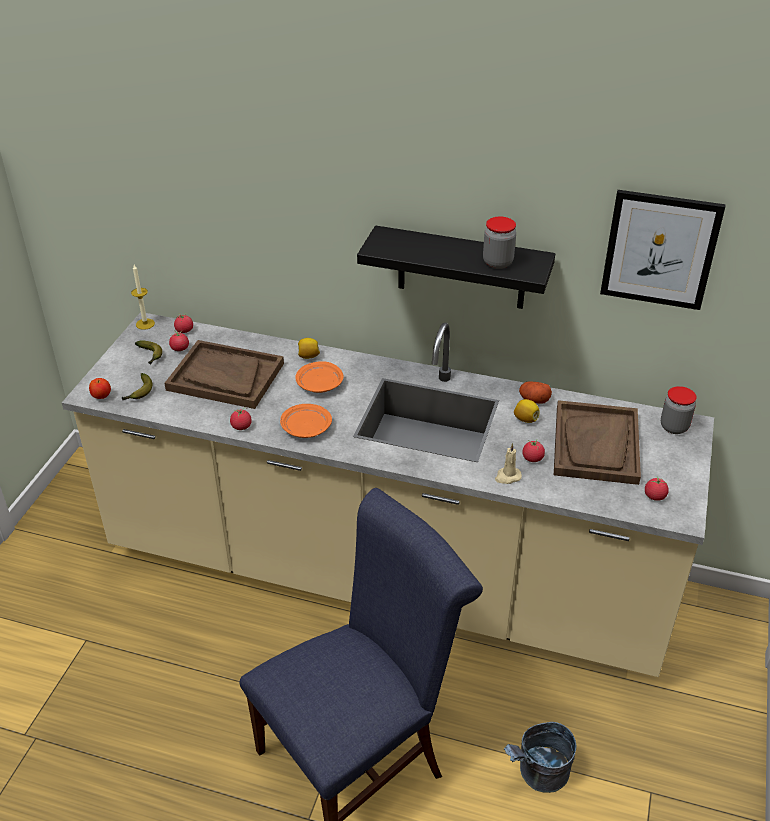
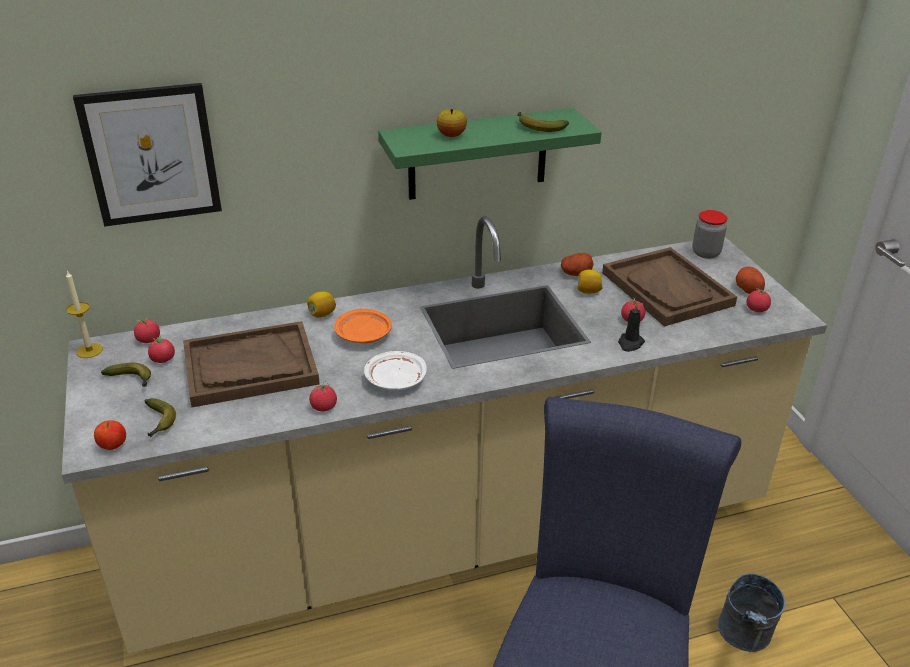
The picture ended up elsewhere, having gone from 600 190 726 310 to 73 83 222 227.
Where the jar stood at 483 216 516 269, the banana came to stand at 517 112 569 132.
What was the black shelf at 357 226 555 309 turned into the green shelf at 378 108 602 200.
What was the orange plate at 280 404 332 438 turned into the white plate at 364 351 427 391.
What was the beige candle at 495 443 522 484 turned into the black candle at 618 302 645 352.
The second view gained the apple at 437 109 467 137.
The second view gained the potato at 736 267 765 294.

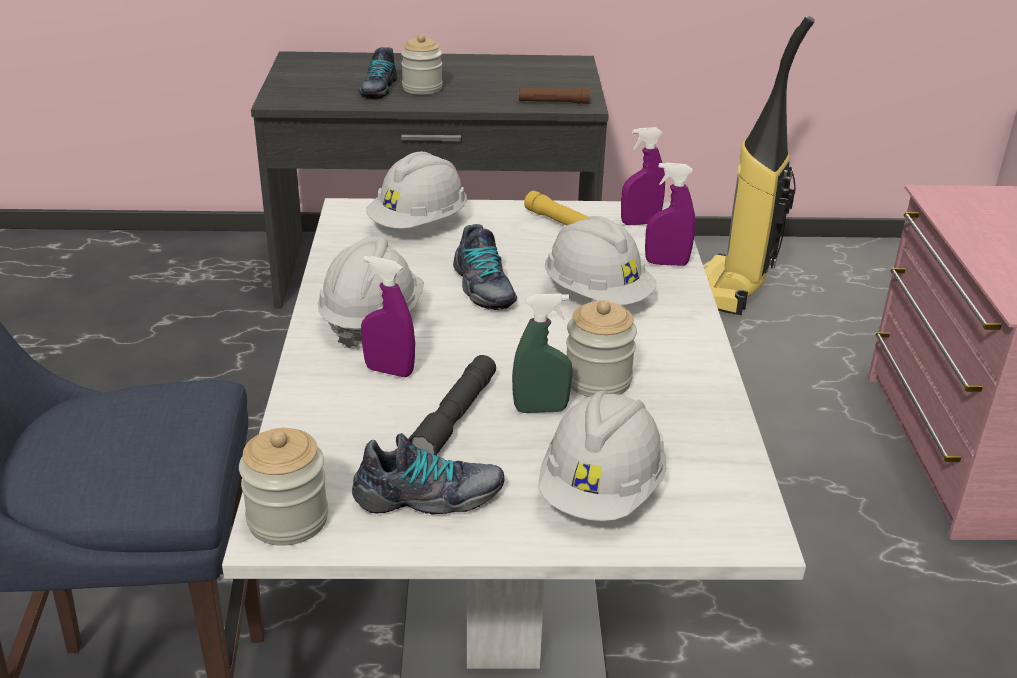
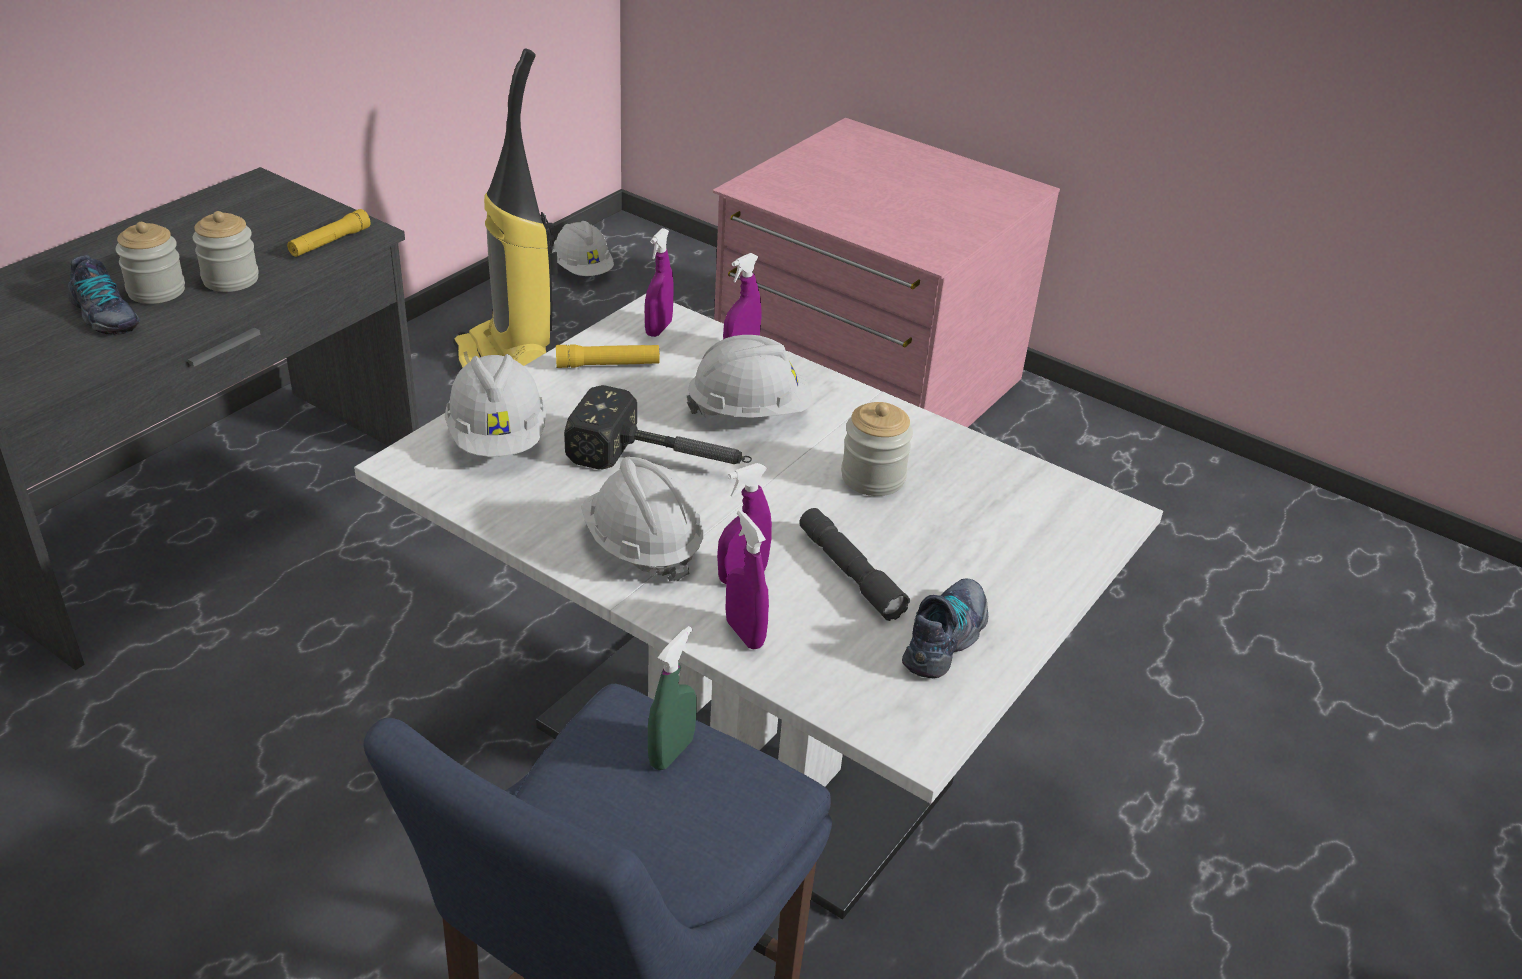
What was the brown flashlight at 518 87 590 104 turned into the yellow flashlight at 287 209 370 257.
Where the shoe stood at 453 224 517 310, the hammer came to stand at 564 385 752 470.
The green spray bottle ended up elsewhere, having gone from 512 293 573 413 to 648 626 697 770.
The white hard hat ended up elsewhere, having gone from 538 390 666 521 to 552 221 614 276.
The jar ended up elsewhere, having gone from 239 428 328 546 to 193 211 259 292.
The second view gained the purple spray bottle at 725 510 769 649.

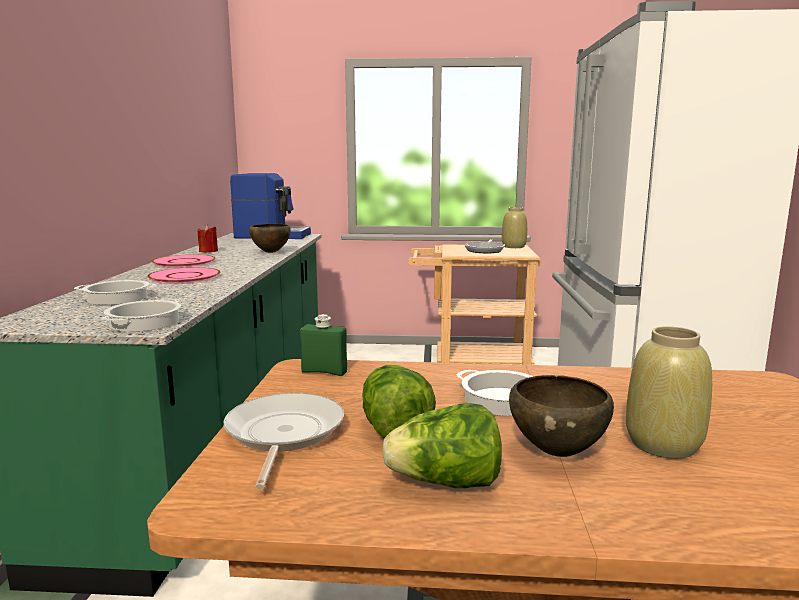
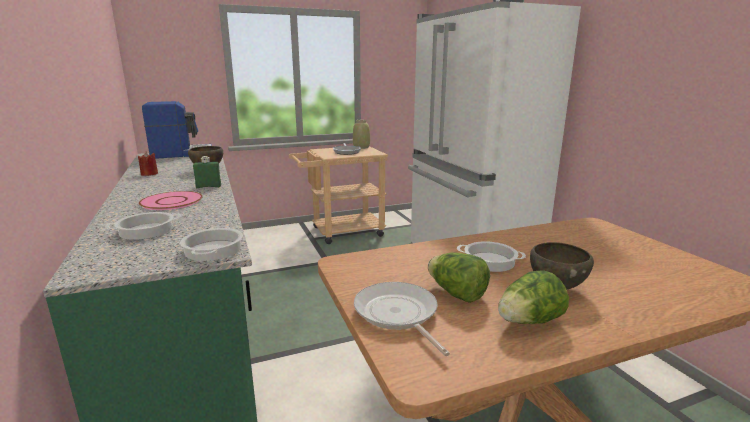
The second view lost the pink plate at 152 255 215 267.
The green bottle ended up elsewhere, having gone from 300 314 347 376 to 193 156 221 188.
The second view lost the beige vase at 626 326 712 459.

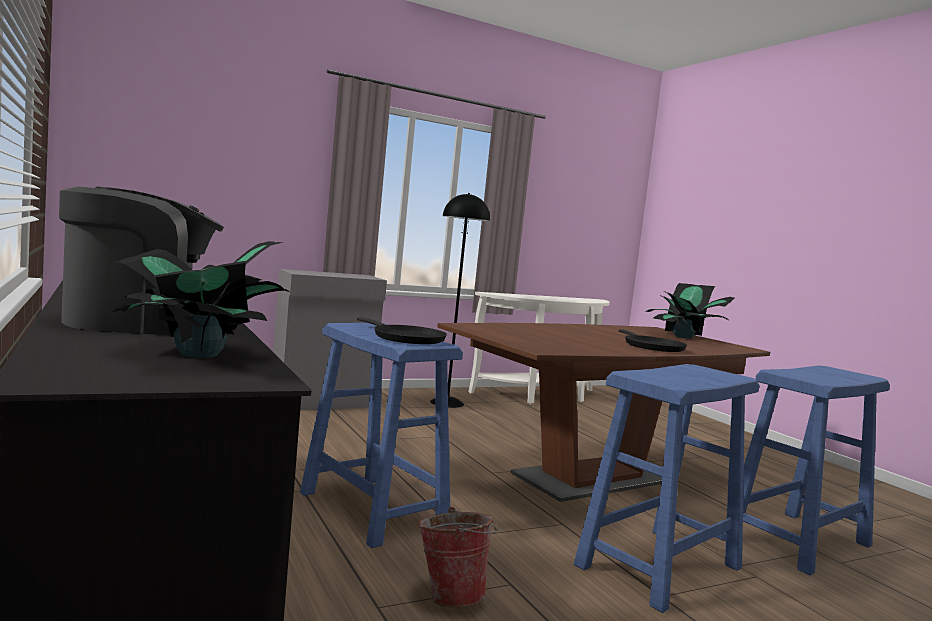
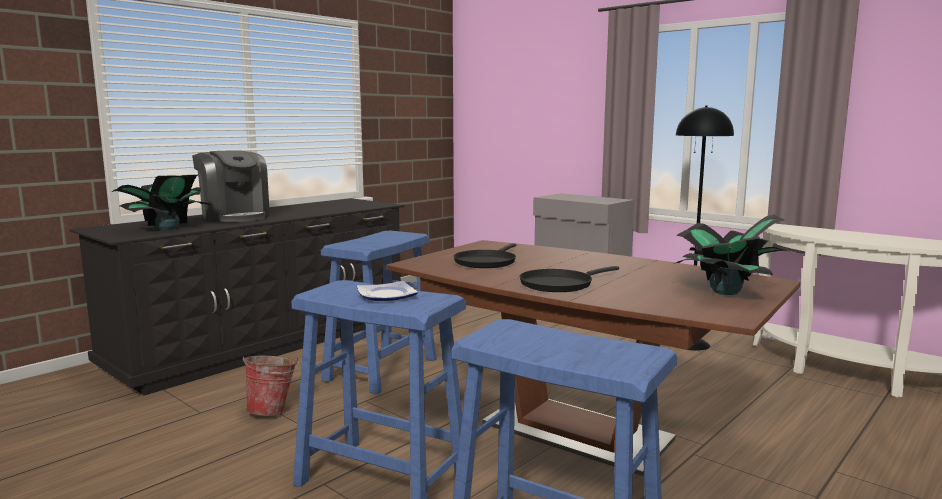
The black frying pan ended up elsewhere, having gone from 357 317 447 344 to 454 243 516 268.
The second view gained the plate at 357 281 418 301.

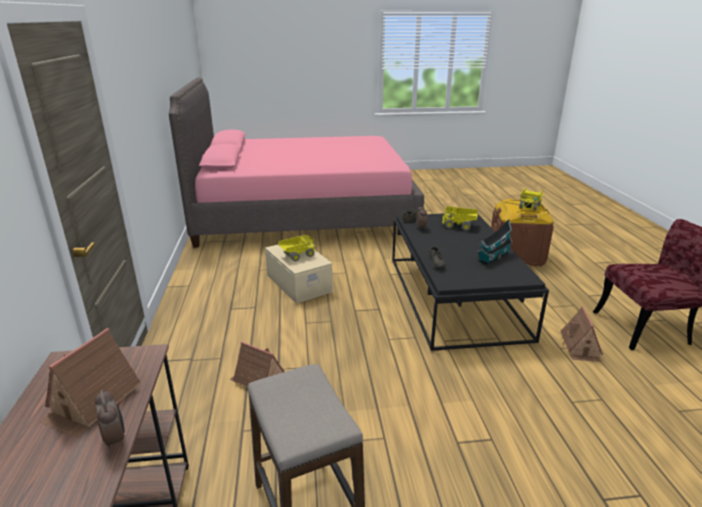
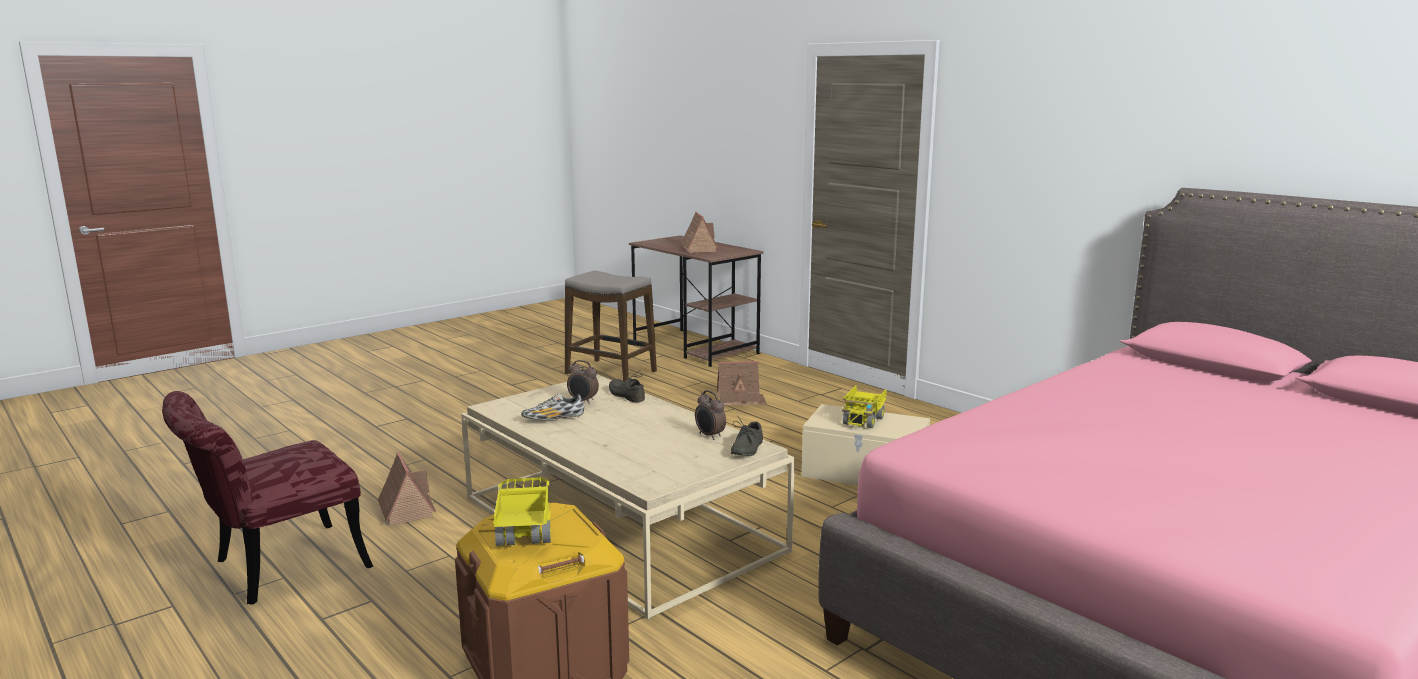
The second view lost the toy truck at 442 206 478 231.
What was the black coffee table at 392 213 549 351 turned into the beige coffee table at 461 374 795 619.
Where the toy house stood at 478 219 513 265, the shoe came to stand at 521 393 584 420.
The alarm clock ended up elsewhere, having gone from 95 389 125 449 to 567 360 599 404.

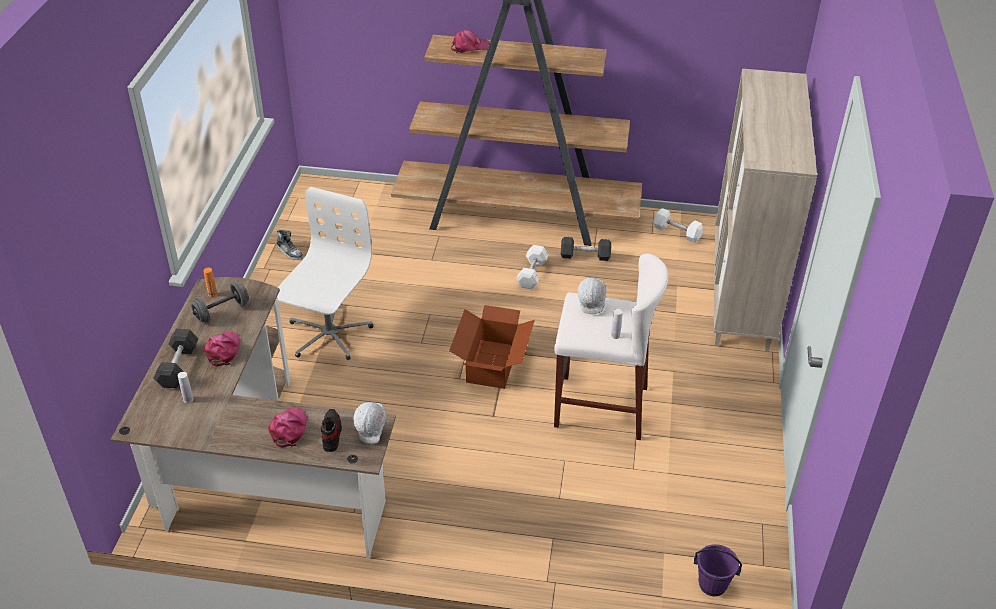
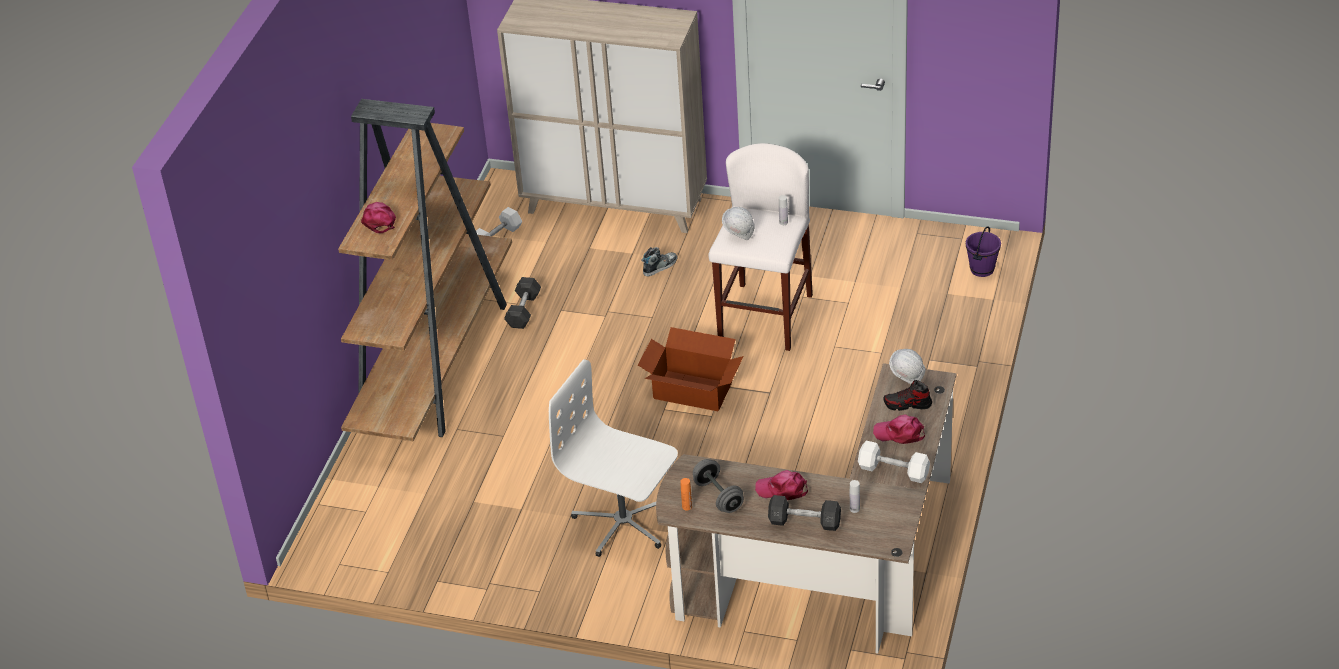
The shoe ended up elsewhere, having gone from 277 230 303 260 to 641 247 677 276.
The white dumbbell ended up elsewhere, having gone from 516 245 549 290 to 858 440 930 483.

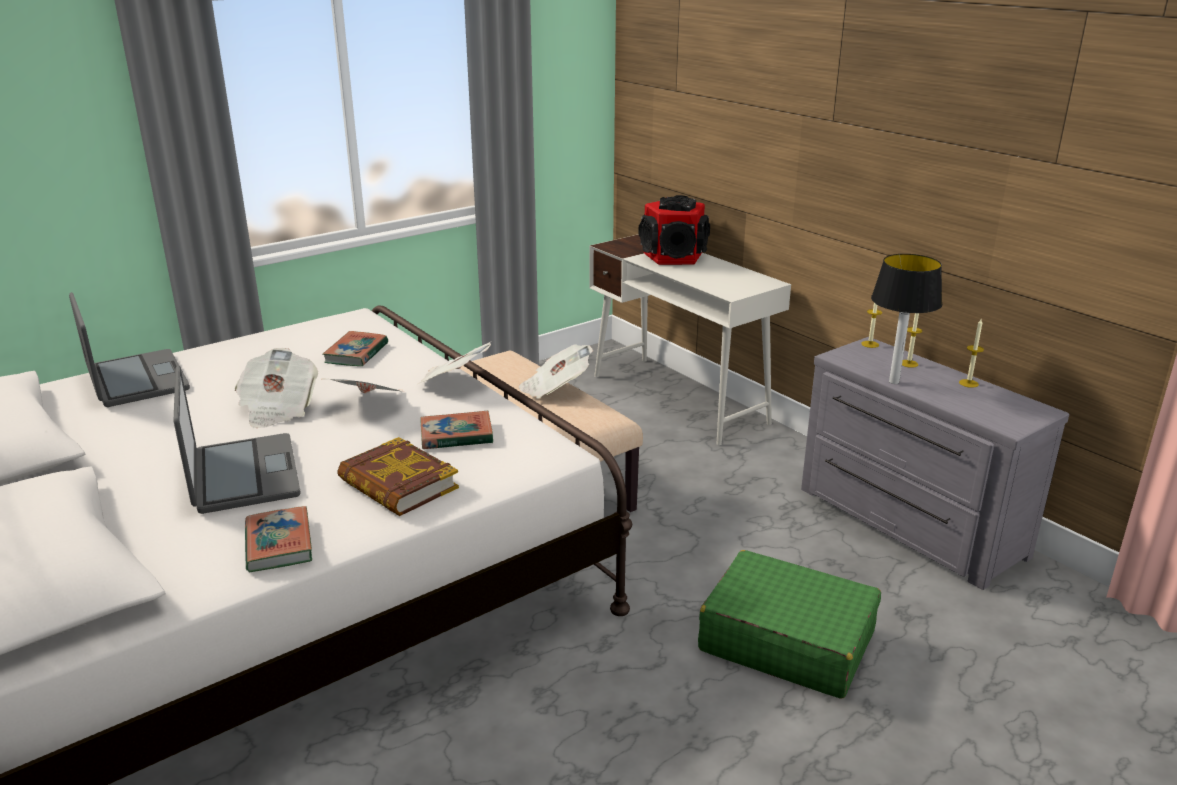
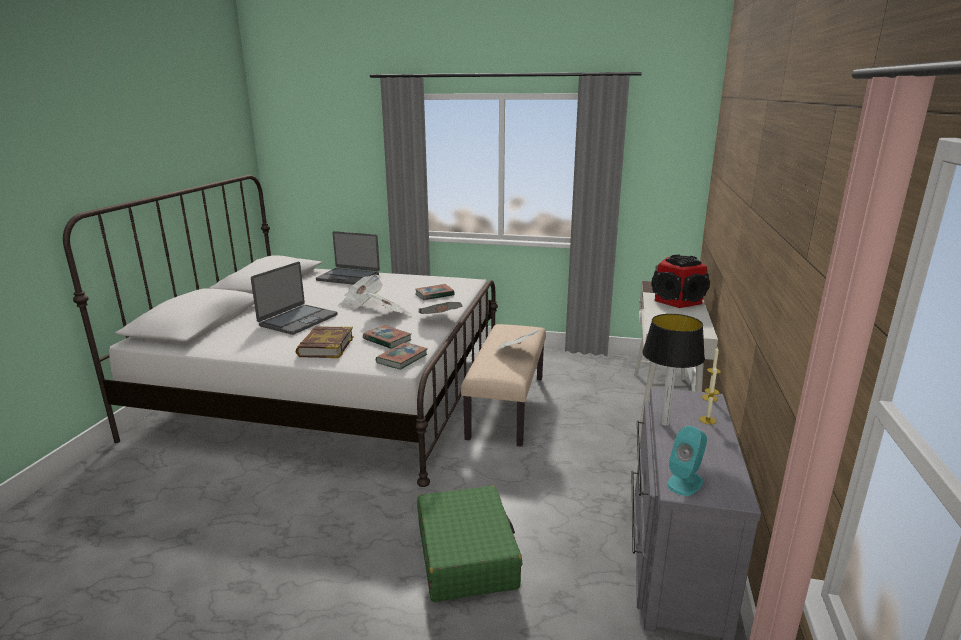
The laptop at 69 292 190 407 ended up facing another way, 90 degrees clockwise from before.
The second view lost the candle at 959 319 984 388.
The book ended up elsewhere, having gone from 245 506 312 573 to 376 343 428 370.
The second view gained the turquoise speaker at 667 426 707 496.

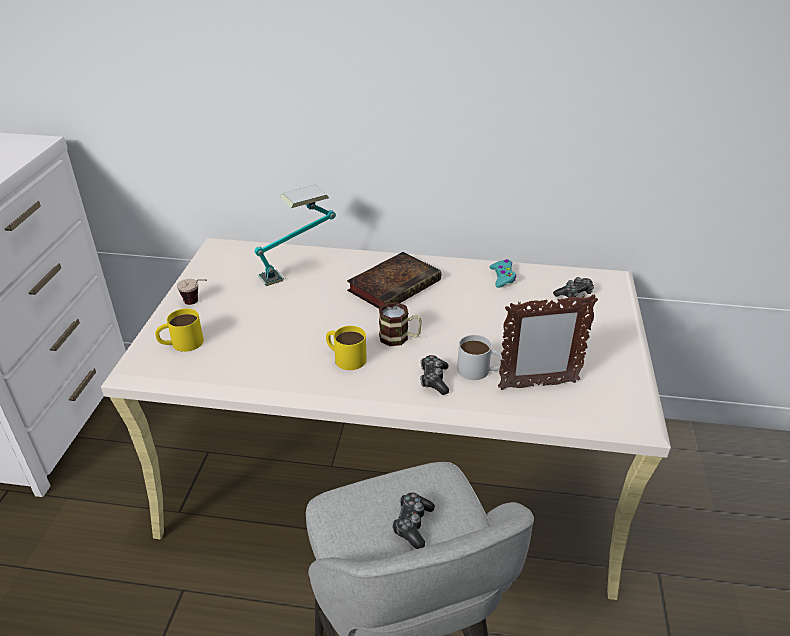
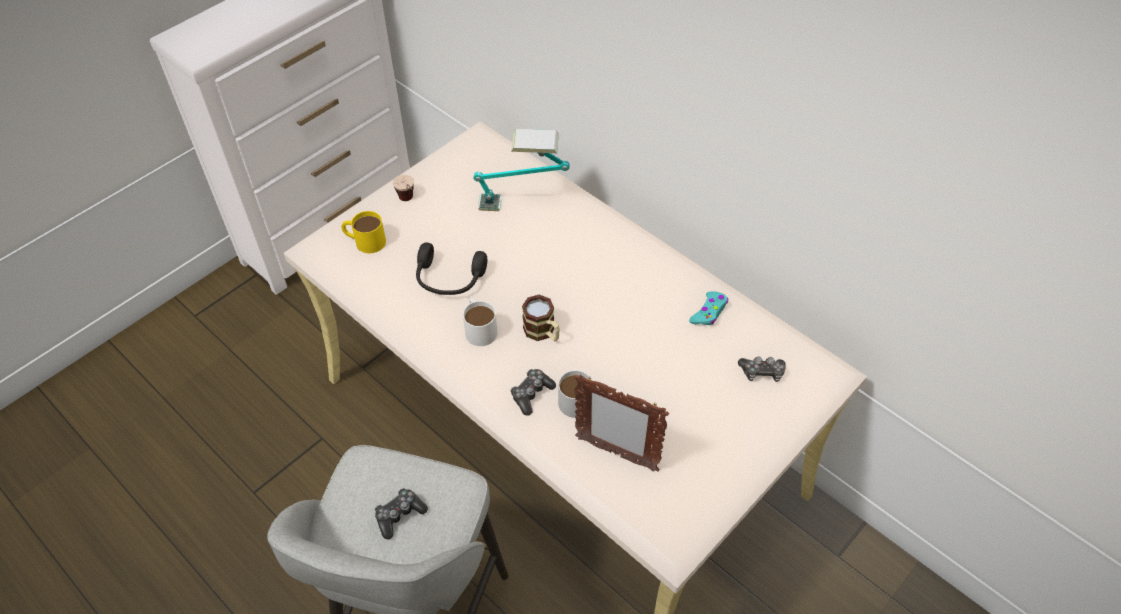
The second view lost the book at 347 252 441 309.
What was the yellow mug at 326 326 367 370 turned into the white mug at 463 298 497 346.
The second view gained the black headphones at 416 243 487 295.

